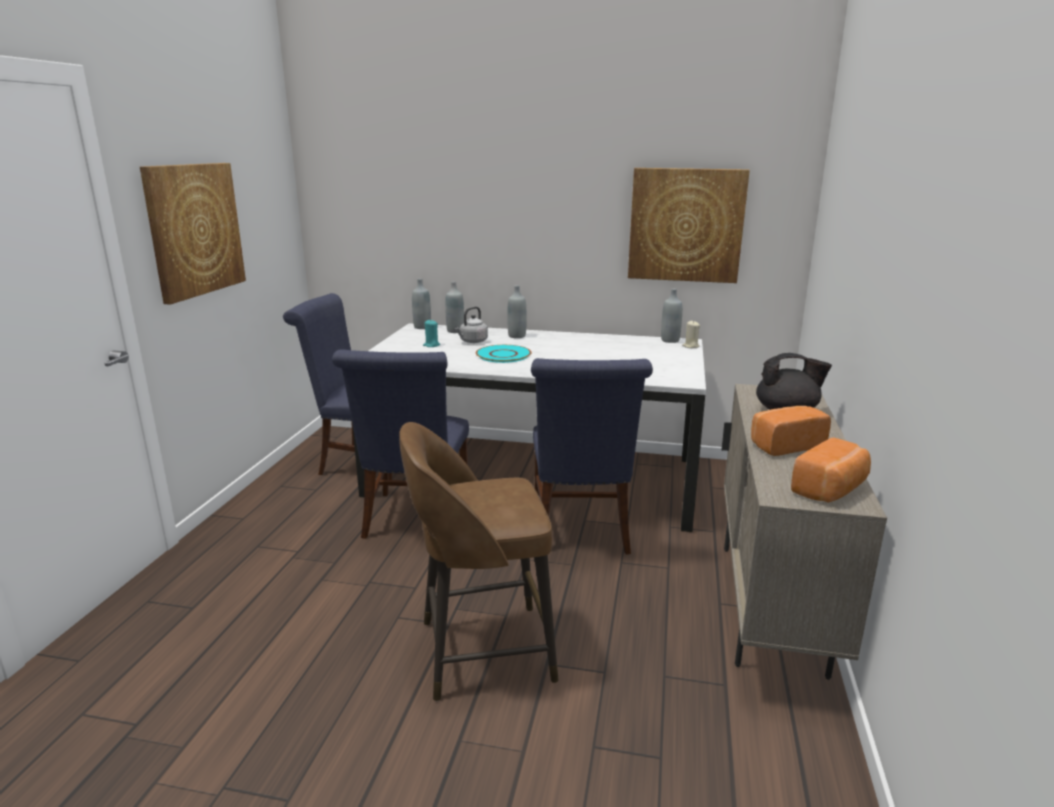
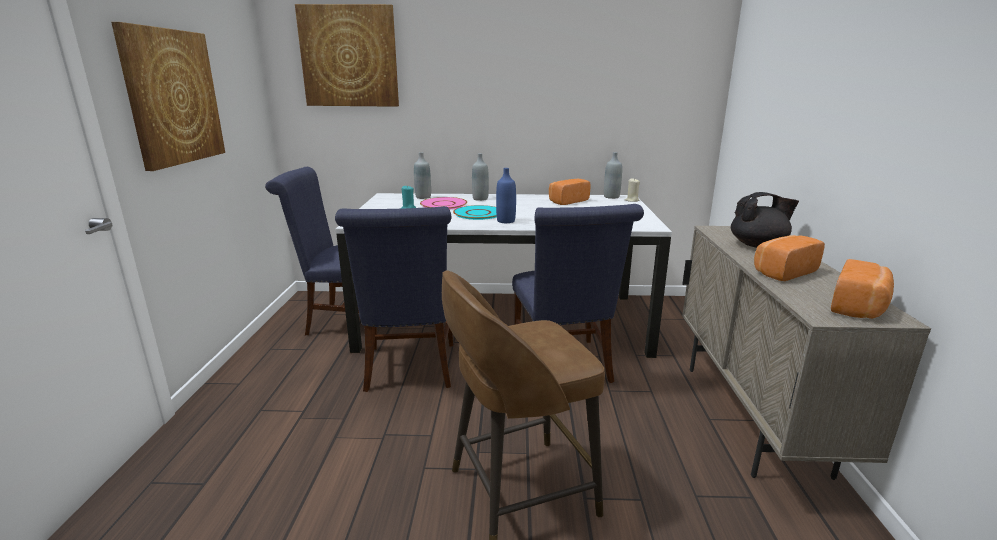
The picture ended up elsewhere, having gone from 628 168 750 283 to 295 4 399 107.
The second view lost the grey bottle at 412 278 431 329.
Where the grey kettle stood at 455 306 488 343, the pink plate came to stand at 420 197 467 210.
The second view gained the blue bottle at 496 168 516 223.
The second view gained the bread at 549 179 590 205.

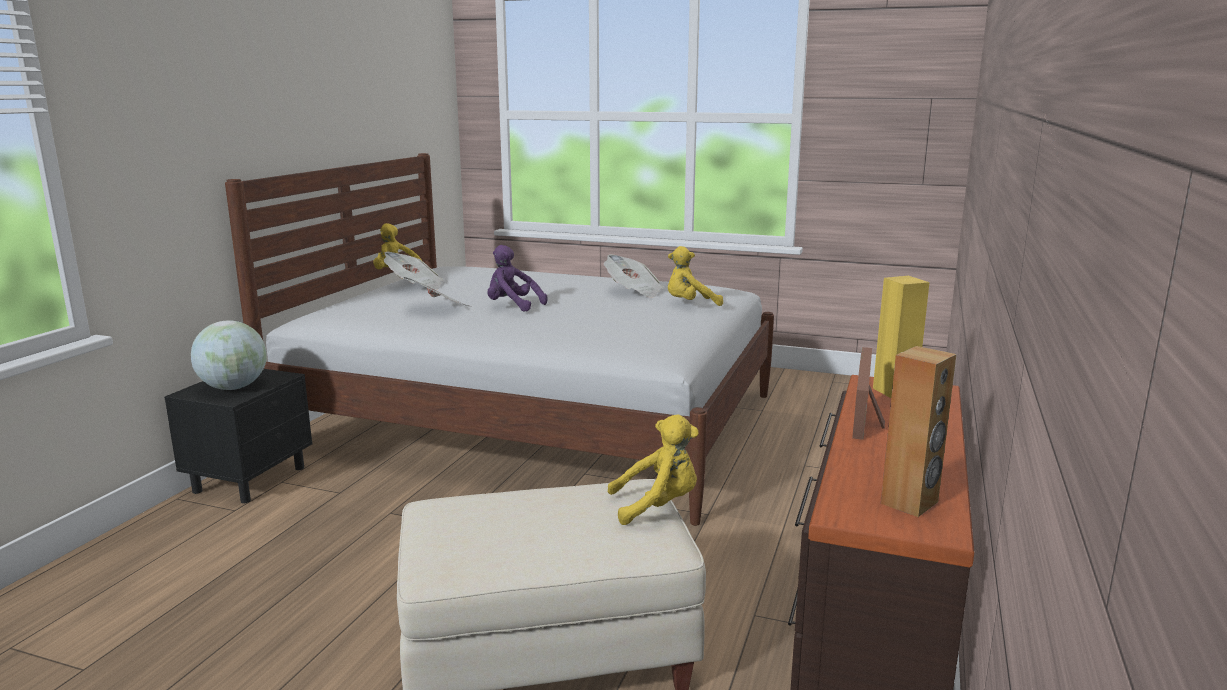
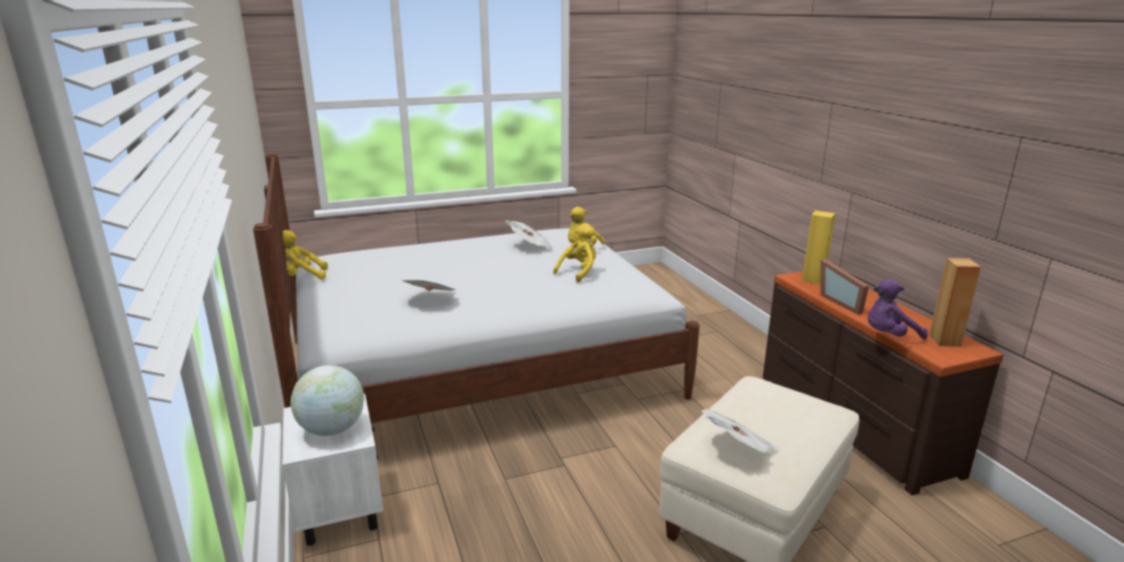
The purple plush toy ended up elsewhere, having gone from 487 245 547 311 to 868 279 928 340.
The newspaper ended up elsewhere, having gone from 384 252 443 290 to 702 409 779 453.
What was the black nightstand at 164 369 312 503 turned into the white nightstand at 283 394 383 546.
The yellow plush toy ended up elsewhere, having gone from 608 415 699 525 to 553 223 596 282.

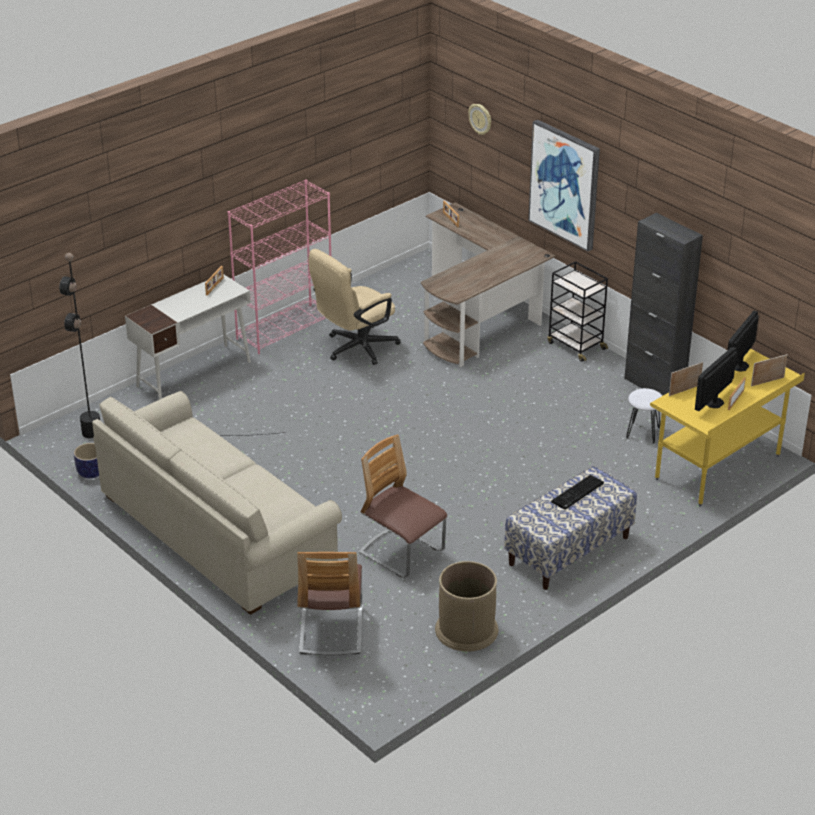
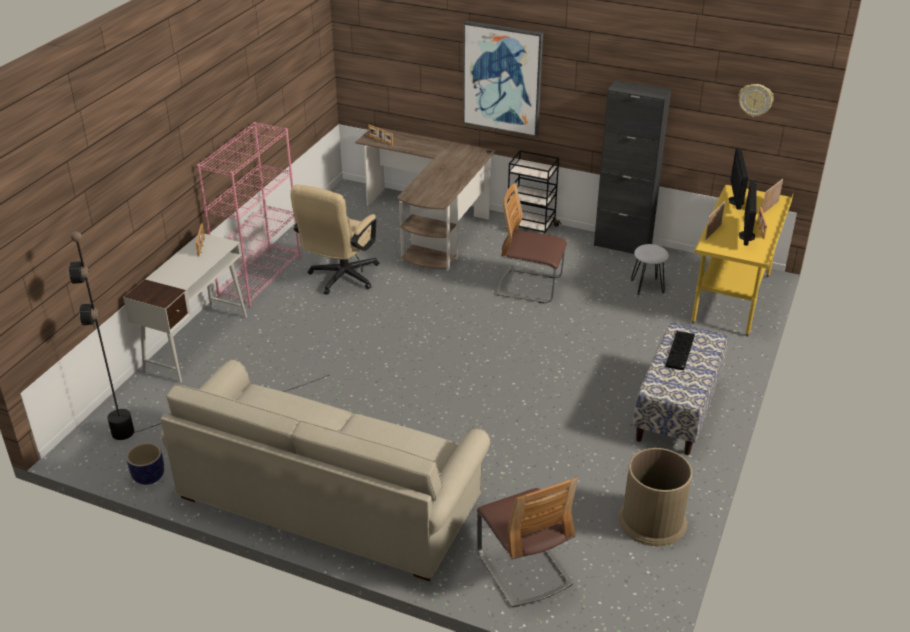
The wall clock ended up elsewhere, having gone from 468 104 491 135 to 738 84 774 117.
The chair ended up elsewhere, having gone from 359 435 447 578 to 497 183 567 303.

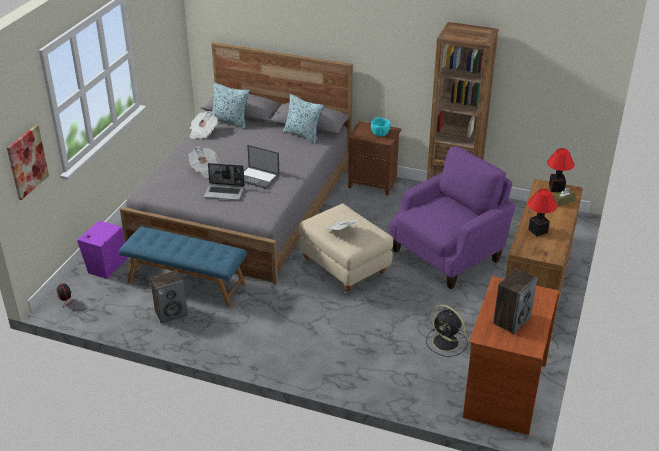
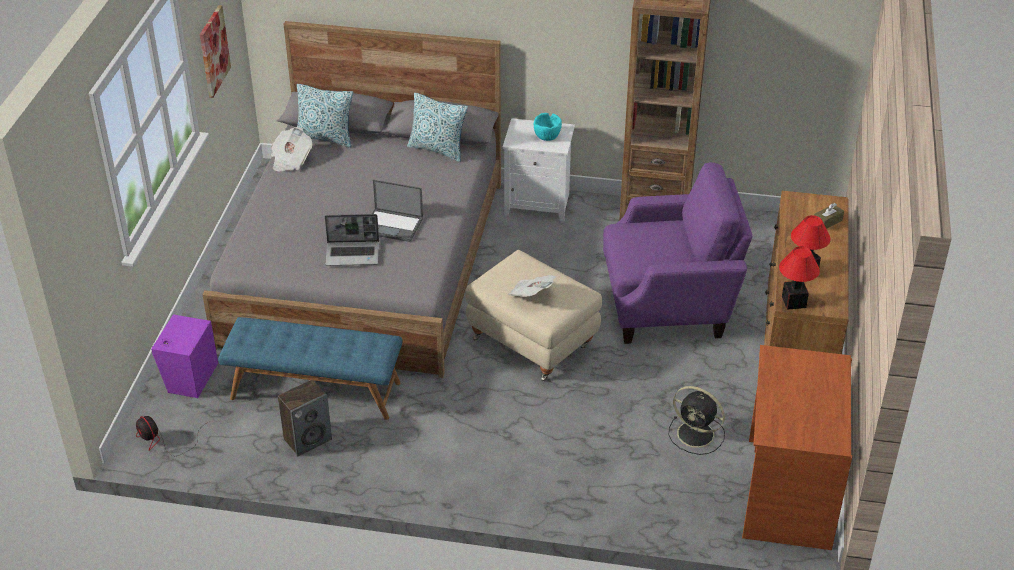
What was the brown nightstand at 347 121 402 196 turned into the white nightstand at 502 118 575 222.
The picture ended up elsewhere, having gone from 7 125 49 200 to 200 5 231 98.
The second view lost the newspaper at 188 146 220 178.
The purple armchair at 389 147 515 289 ended up facing another way, 45 degrees clockwise from before.
The table lamp ended up elsewhere, having gone from 547 148 575 192 to 779 246 820 309.
The second view lost the speaker at 493 268 537 335.

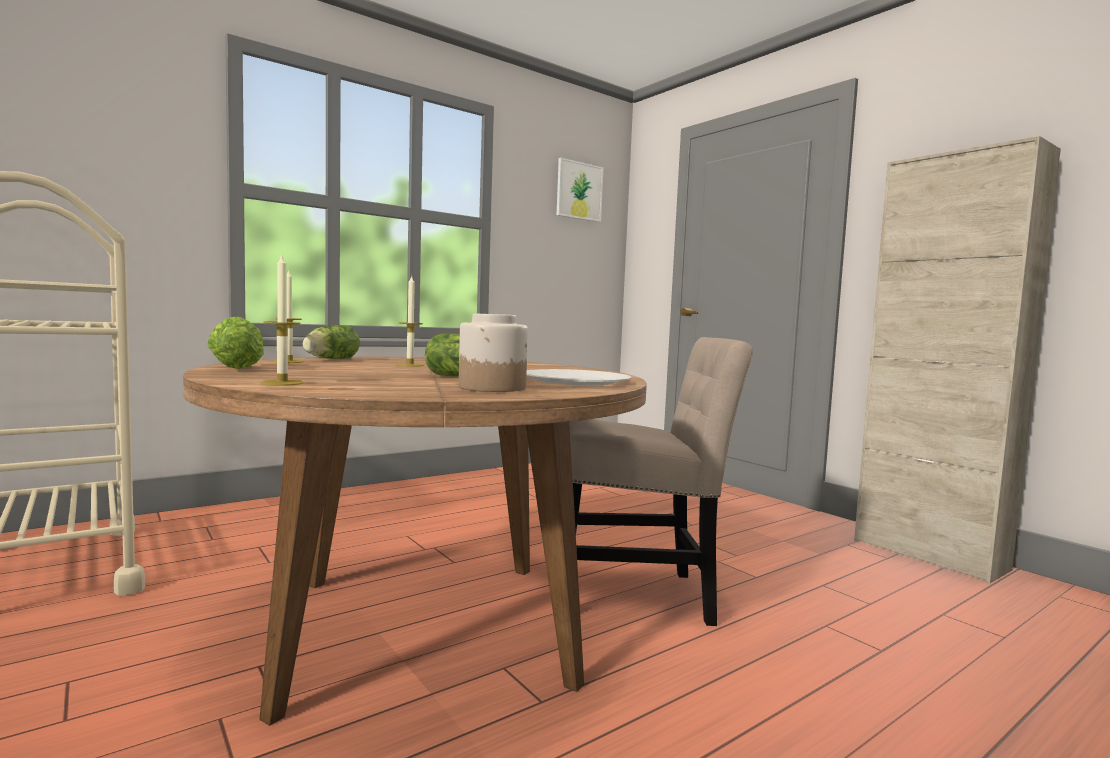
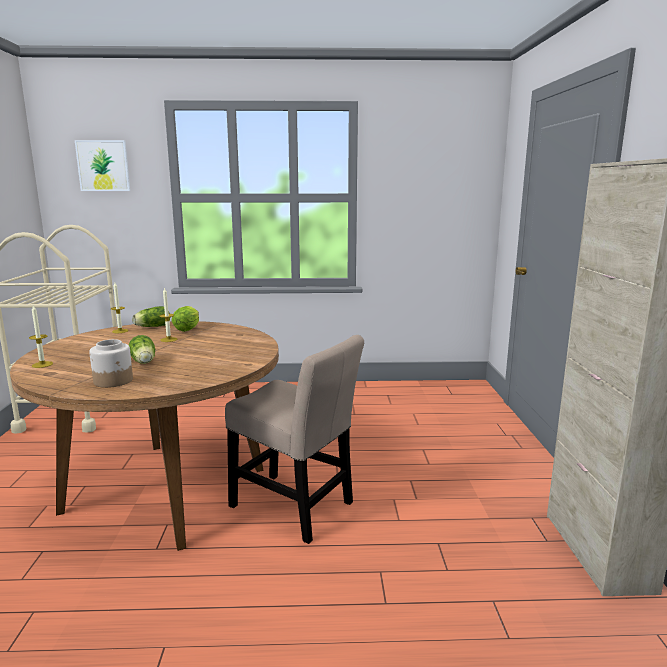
The picture ended up elsewhere, having gone from 557 158 603 222 to 75 140 130 191.
The lettuce ended up elsewhere, having gone from 207 316 264 369 to 172 306 199 332.
The second view lost the white plate at 526 369 632 385.

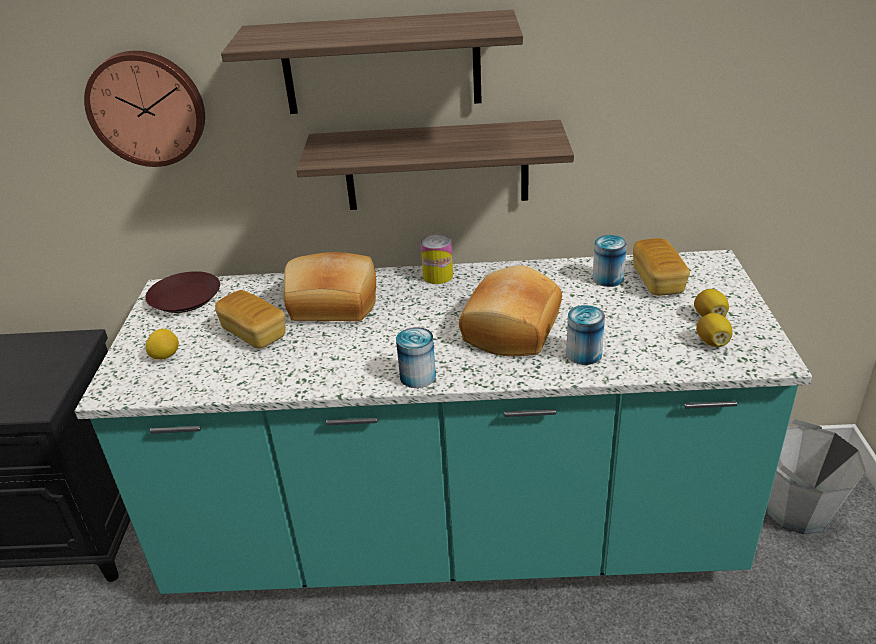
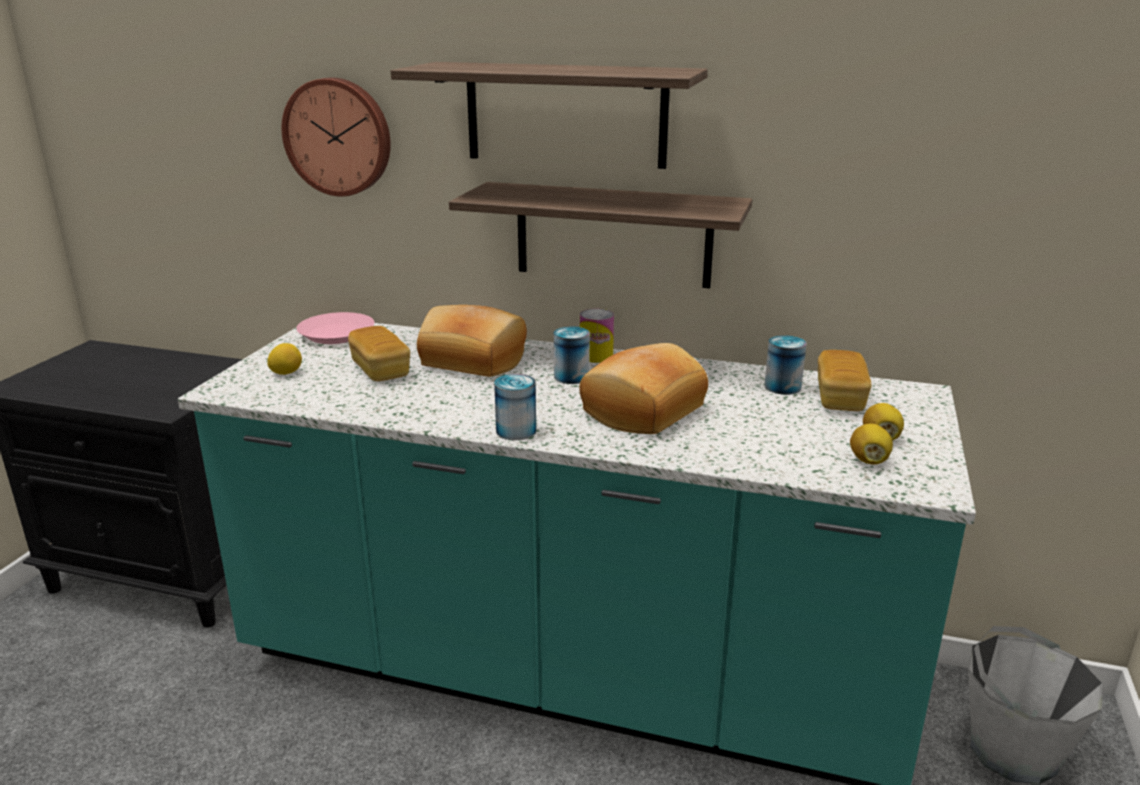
What was the brown plate at 145 271 220 313 turned into the pink plate at 296 312 374 344.
The can ended up elsewhere, having gone from 566 305 605 365 to 554 326 590 384.

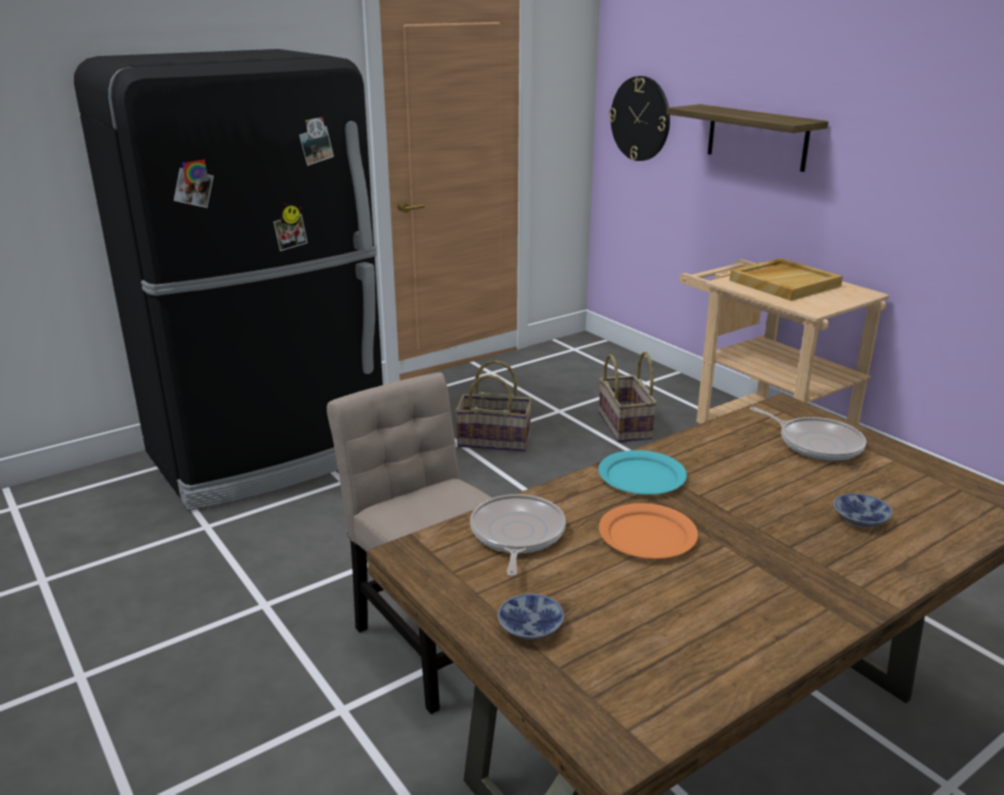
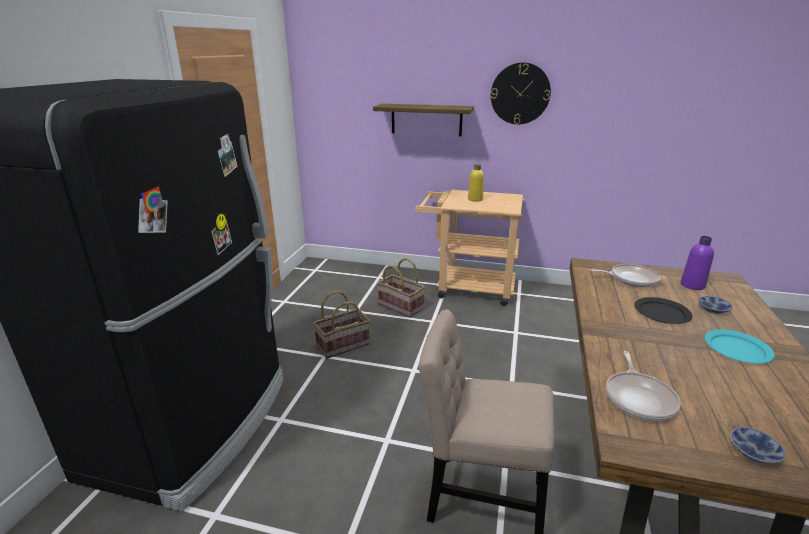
The wall clock ended up elsewhere, having gone from 609 76 670 161 to 491 62 551 124.
Where the beige tray stood at 729 258 843 301, the yellow bottle came to stand at 468 164 484 202.
The turquoise plate ended up elsewhere, having gone from 598 450 687 495 to 705 329 775 364.
The frying pan at 470 494 566 576 ended up facing another way, 135 degrees counterclockwise from before.
The second view lost the orange plate at 599 503 698 559.
The second view gained the purple bottle at 681 236 714 290.
The second view gained the black plate at 634 297 693 324.

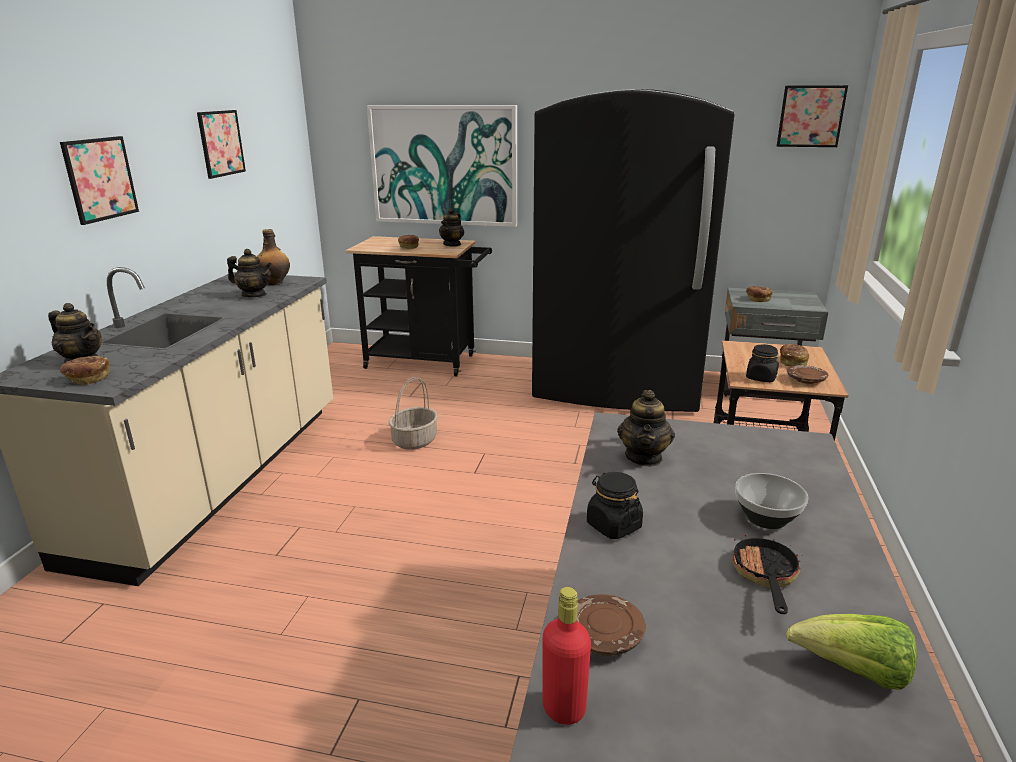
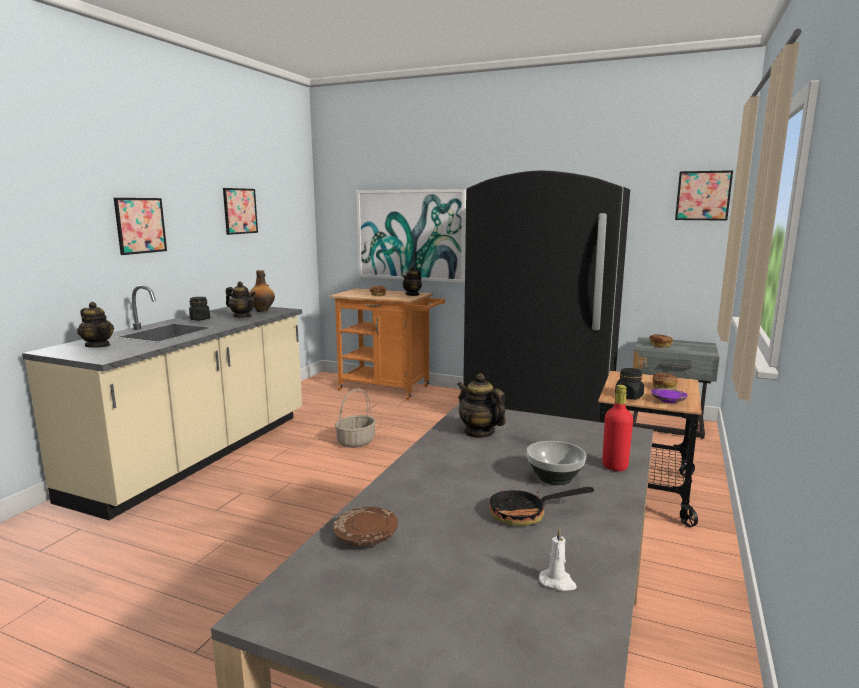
What was the black cart at 346 236 492 376 turned into the orange cart at 329 288 445 400.
The second view lost the bread at 60 356 110 385.
What was the brown plate at 786 365 828 384 turned into the purple plate at 651 388 688 403.
The teapot at 617 390 675 466 ended up facing another way, 120 degrees clockwise from before.
The black jar ended up elsewhere, having gone from 587 472 643 539 to 189 297 210 320.
The frying pan at 732 534 803 614 ended up facing another way, 120 degrees counterclockwise from before.
The red bottle ended up elsewhere, having gone from 543 587 591 725 to 602 385 633 471.
Where the lettuce stood at 786 614 917 690, the white candle came to stand at 539 528 577 591.

